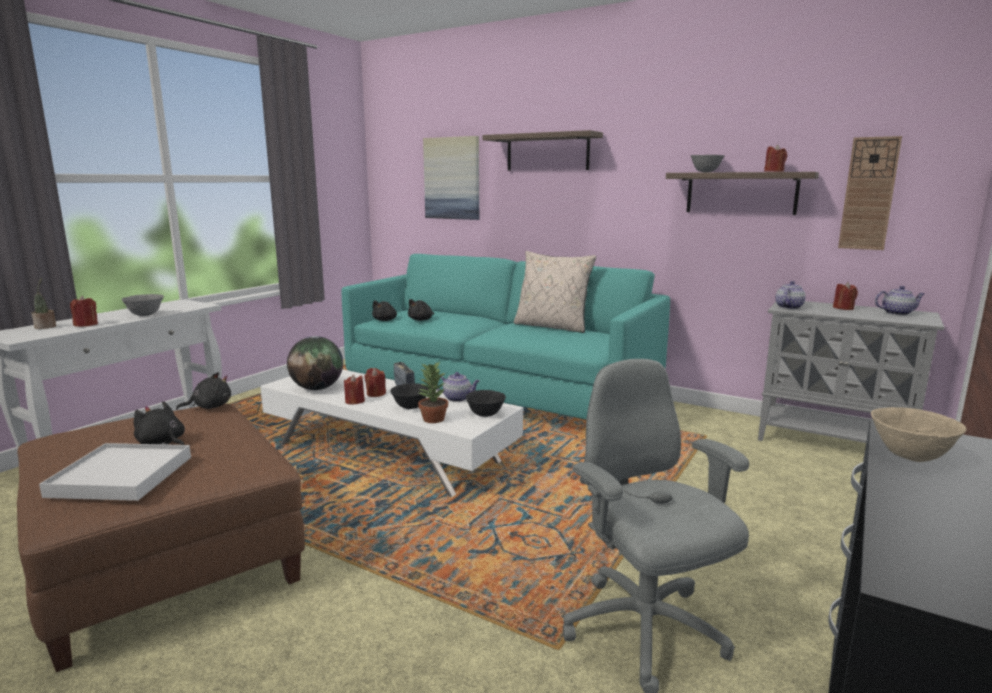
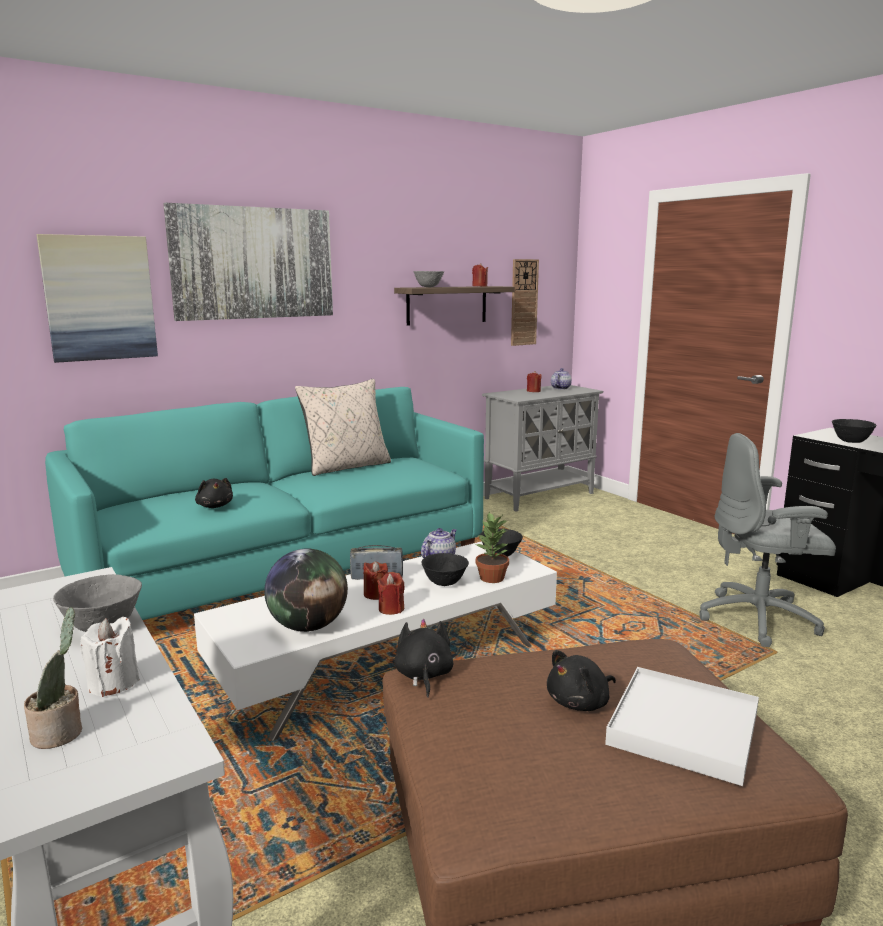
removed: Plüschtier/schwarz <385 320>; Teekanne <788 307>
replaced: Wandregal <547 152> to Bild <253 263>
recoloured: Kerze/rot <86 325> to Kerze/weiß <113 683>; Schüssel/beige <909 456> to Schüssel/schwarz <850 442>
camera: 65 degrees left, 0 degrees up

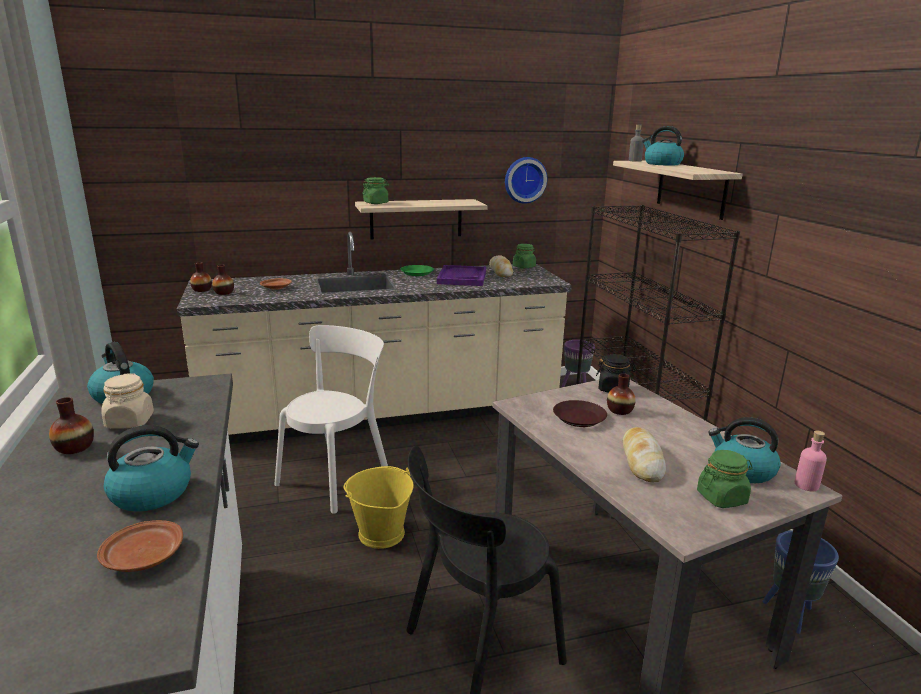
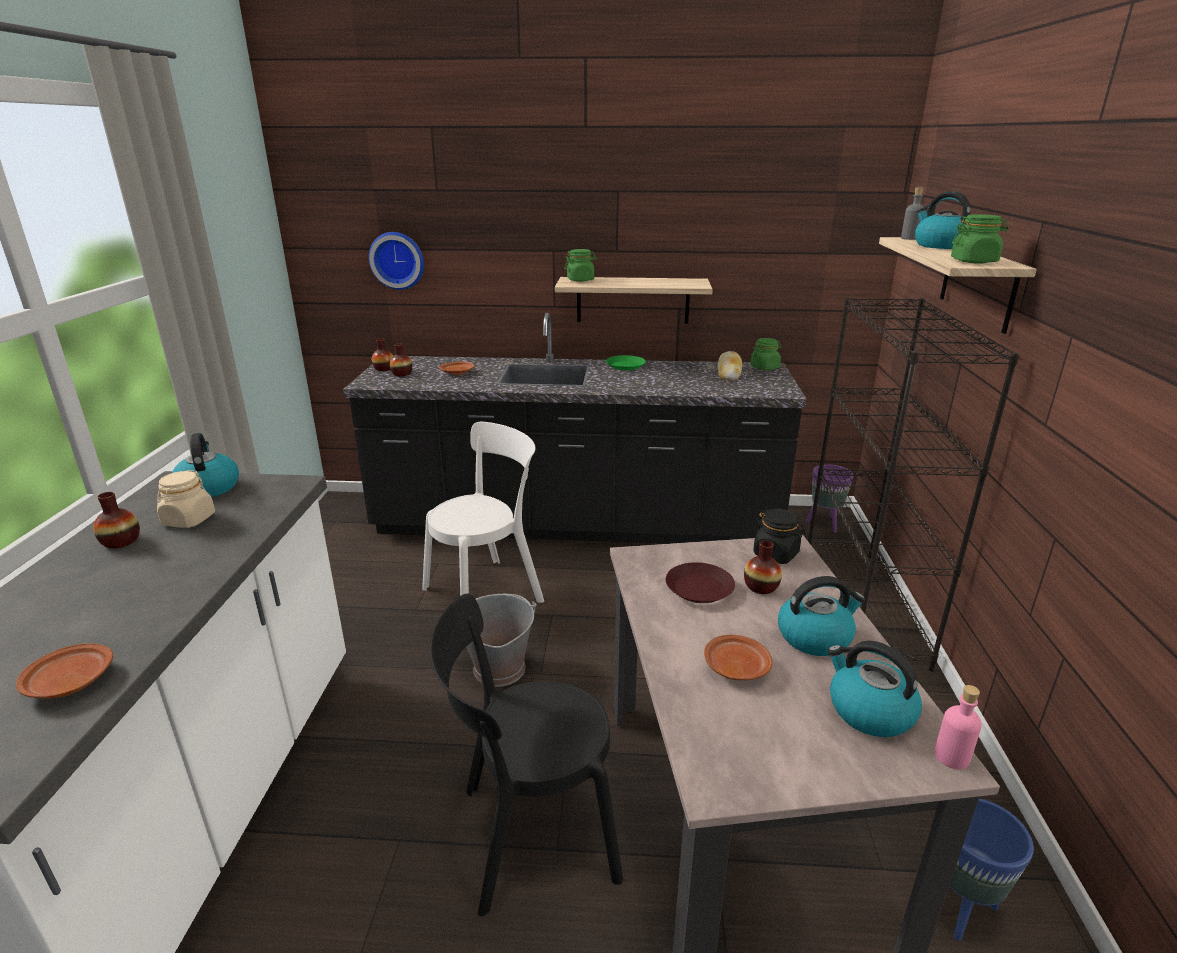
removed: Tablett/lila <462 277>
moved: Wasserkessel <153 493> to <815 636>; Wanduhr <524 180> to <398 260>; Vorratsglas/grün <722 498> to <974 261>
replaced: Brot <641 461> to Teller/braun <735 667>
recoloured: Küchenzeile/beige <385 414> to Küchenzeile/schwarz <576 525>; Eimer/gelb <380 534> to Eimer/grau <498 668>
camera: 20 degrees right, 5 degrees up

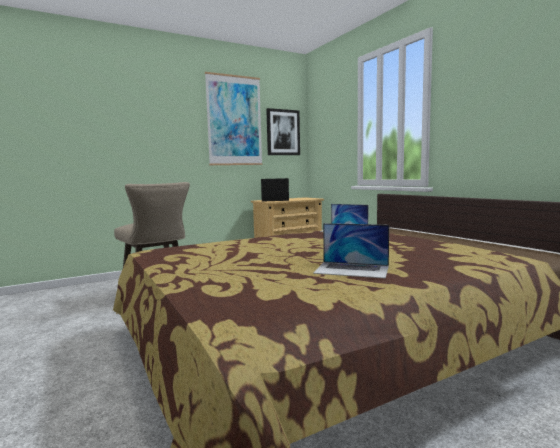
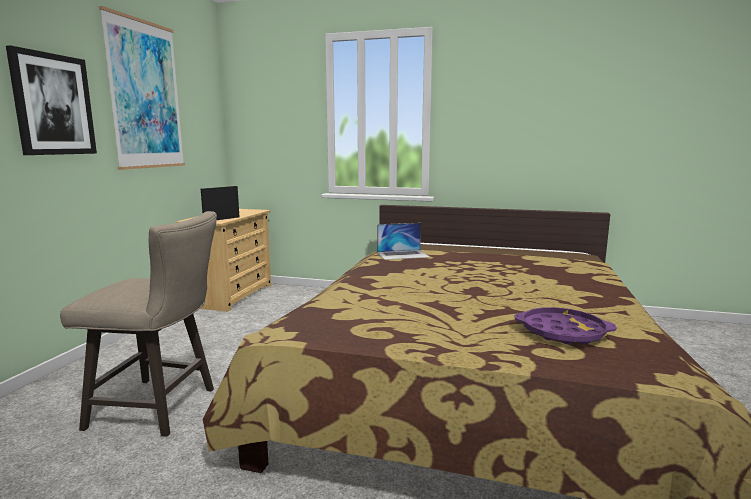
removed: Laptop <352 269>
added: Tablett/lila <562 332>
moved: Bild <283 132> to <53 105>
camera: 45 degrees left, 5 degrees up

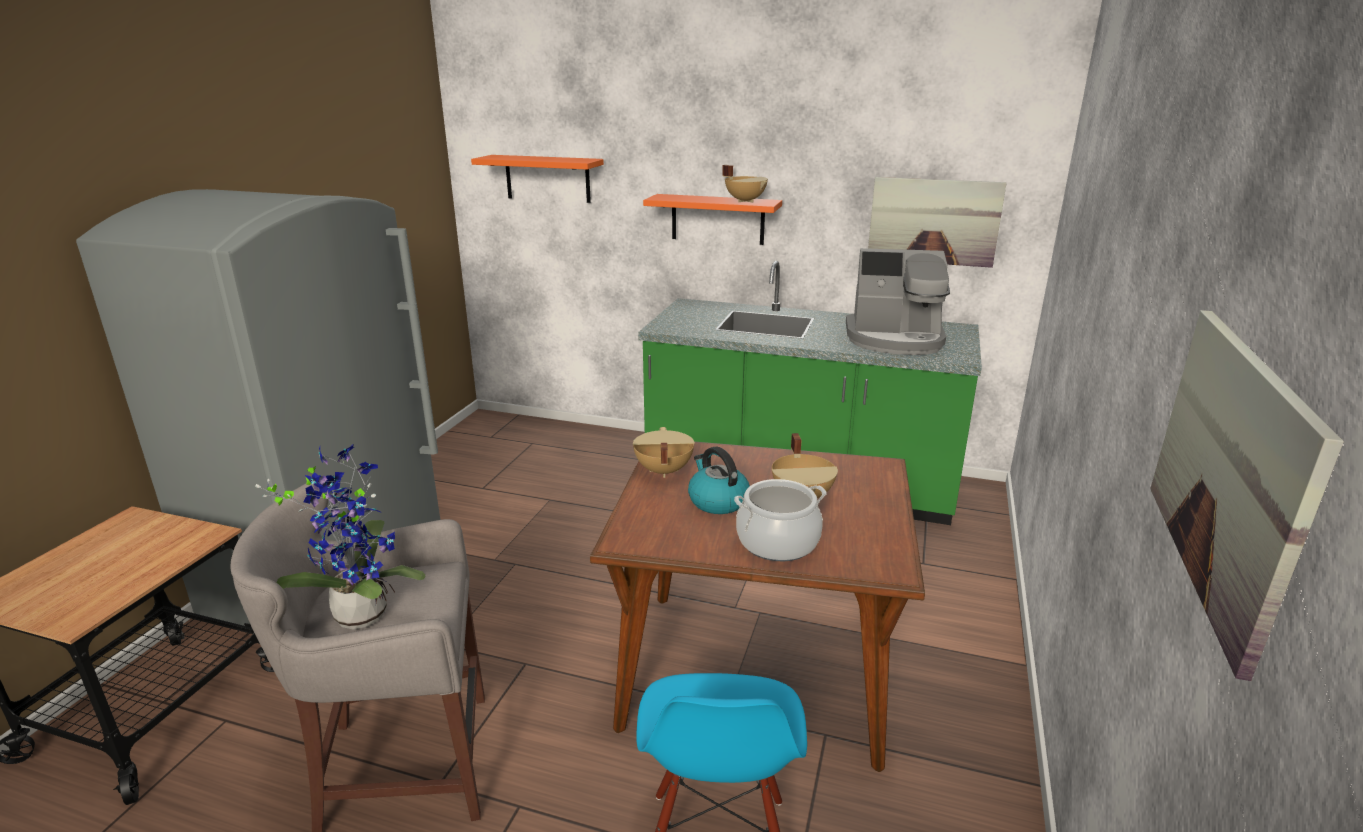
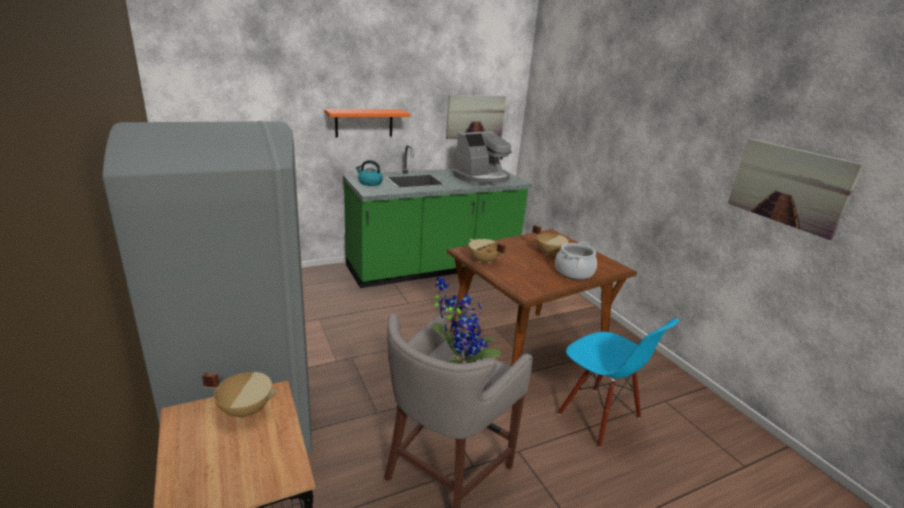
removed: Wandregal/orange <547 178>
moved: Wasserkessel <717 501> to <369 183>; Kochtopf/beige <745 201> to <246 409>
camera: 45 degrees left, 0 degrees up

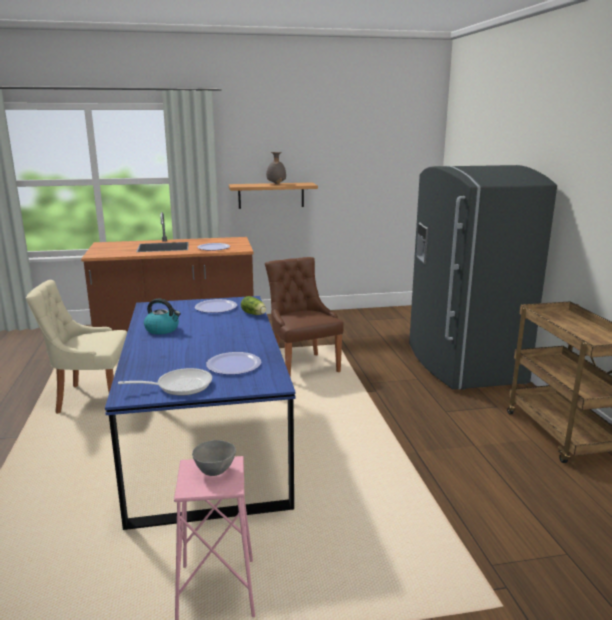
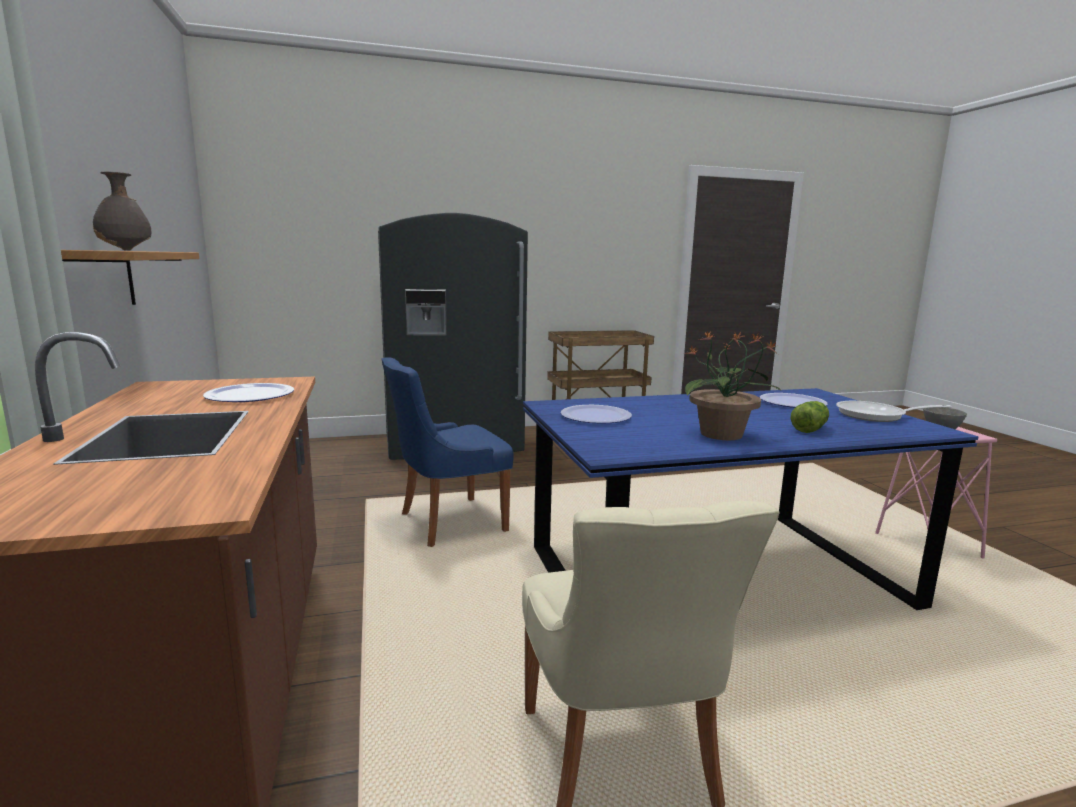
moved: Salatkopf <254 314> to <810 428>
replaced: Wasserkessel <162 329> to Topfpflanze <722 434>
recoloured: Stuhl/braun <302 366> to Stuhl/blau <448 523>
turned: Pfanne <179 386> = <876 416> 60 degrees counterclockwise
camera: 95 degrees left, 5 degrees down

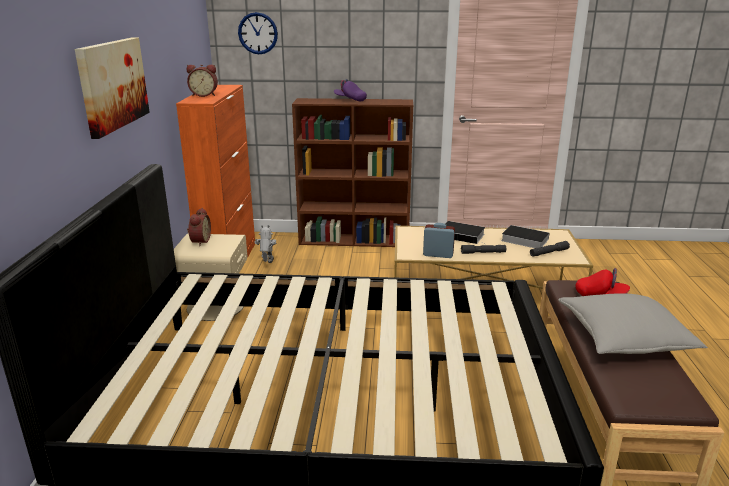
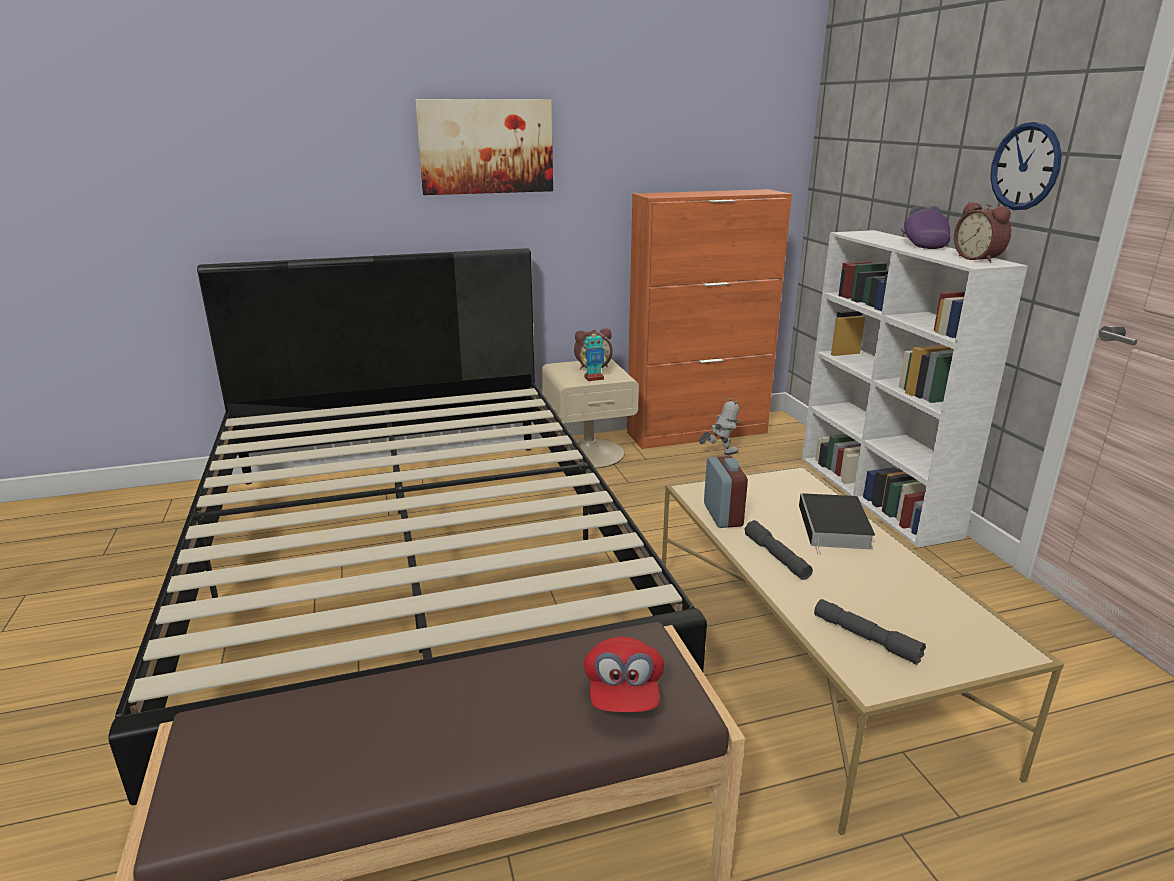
removed: Buch <523 240>; Kissen/grau <624 339>
added: Spielzeugroboter <594 378>
moved: Wecker <204 95> to <979 259>; Wanduhr <258 33> to <1025 166>
recoloured: Bücherregal/braun <355 240> to Bücherregal/weiß <876 495>
camera: 70 degrees right, 0 degrees up

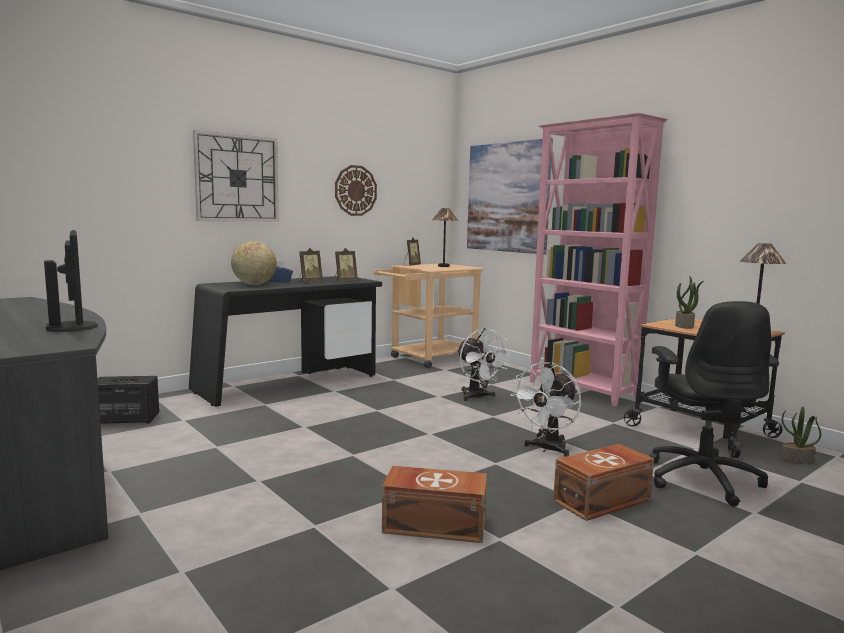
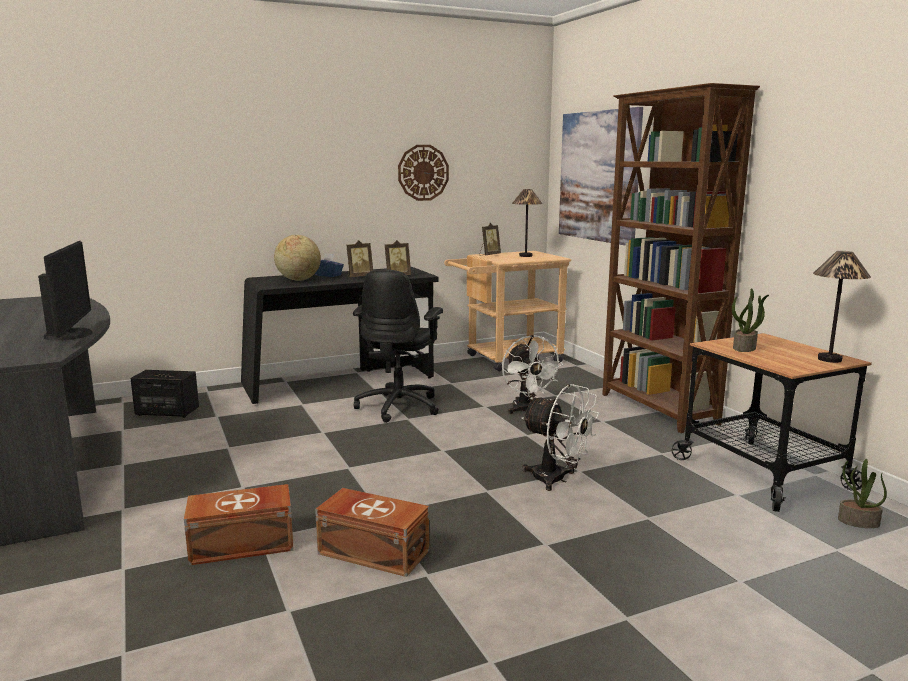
removed: Wanduhr <237 178>
moved: Aufbewahrungsbox/braun <604 501> to <244 545>; Bürostuhl/schwarz <702 479> to <399 406>
recoloured: Bücherregal/rosa <582 390> to Bücherregal/braun <658 409>
turned: Ventilator/weiß <547 449> = <557 480> 105 degrees counterclockwise
camera: 15 degrees right, 5 degrees up

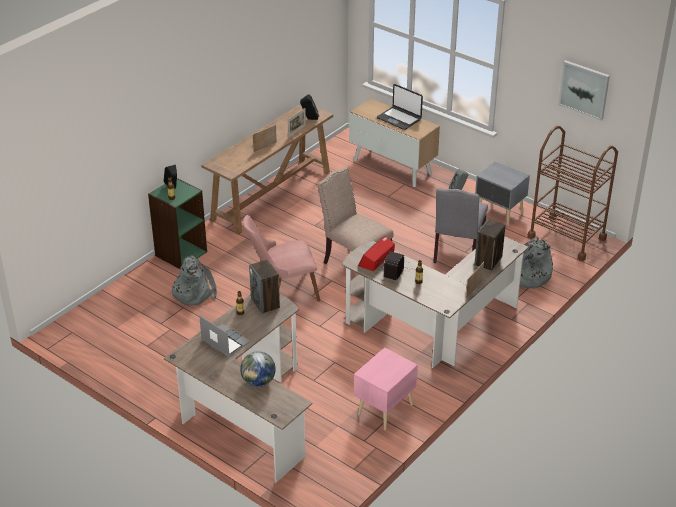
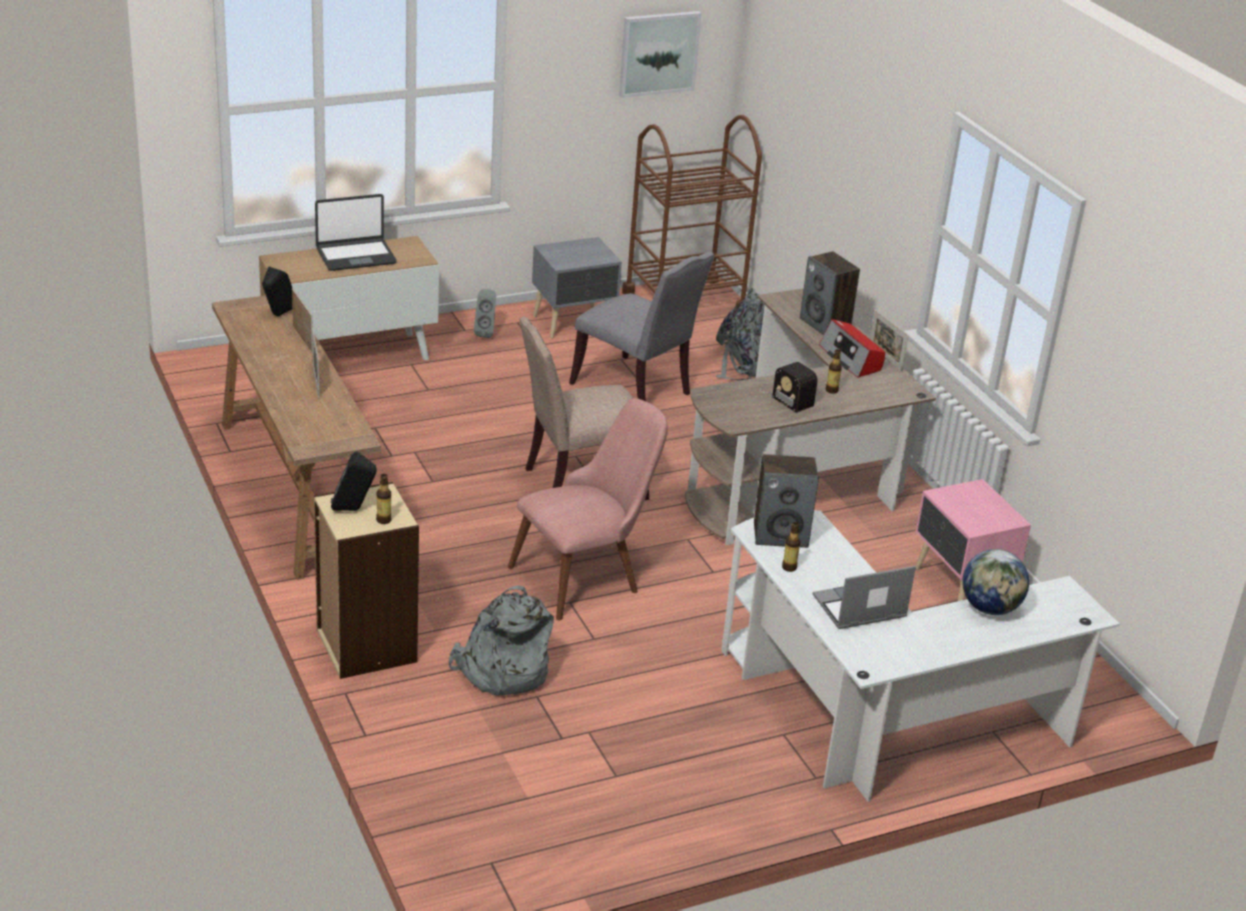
moved: Radio <376 259> to <851 359>
recoloured: Bücherregal/grün <180 253> to Bücherregal/beige <365 646>; Schreibtisch/braun <245 410> to Schreibtisch/weiß <877 719>
turned: Stuhl/rosa <282 291> = <587 575> 135 degrees counterclockwise
camera: 65 degrees left, 5 degrees down

